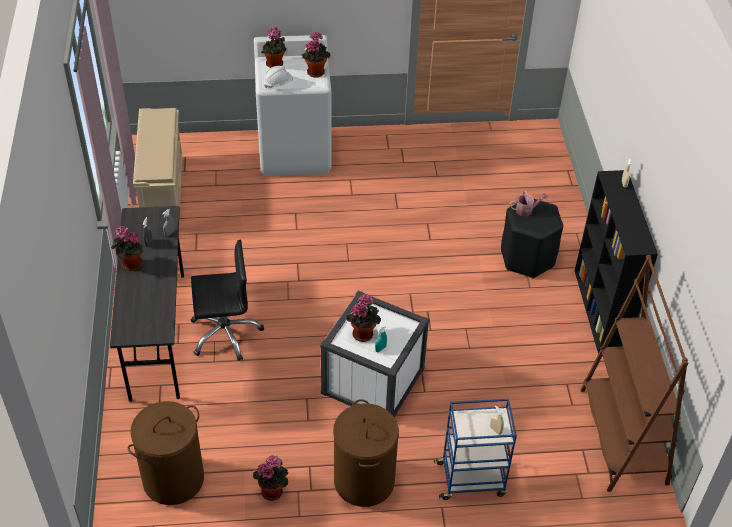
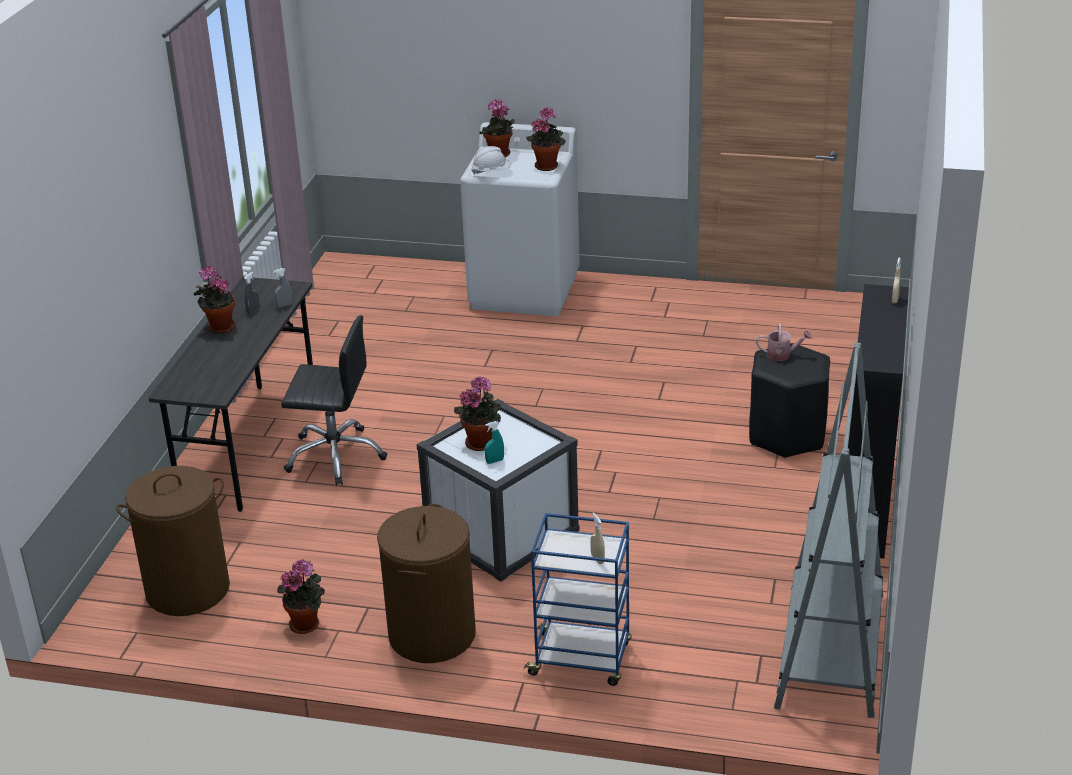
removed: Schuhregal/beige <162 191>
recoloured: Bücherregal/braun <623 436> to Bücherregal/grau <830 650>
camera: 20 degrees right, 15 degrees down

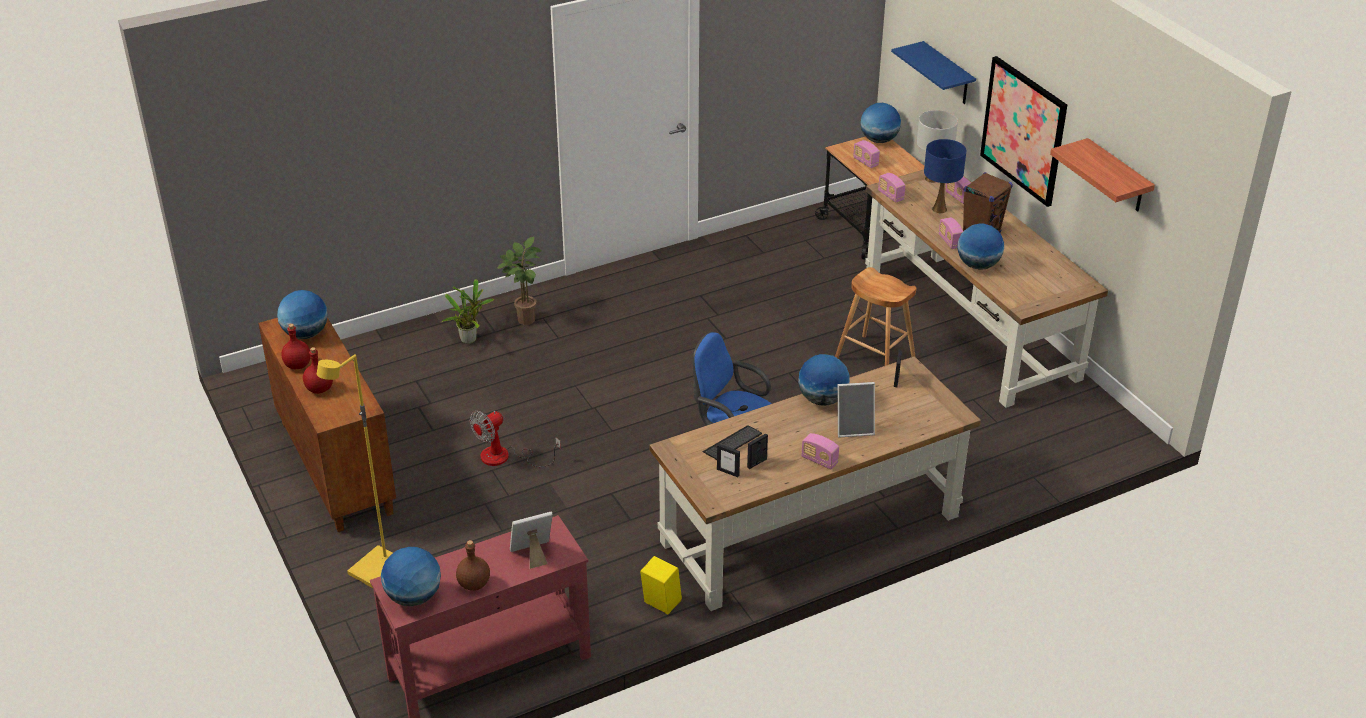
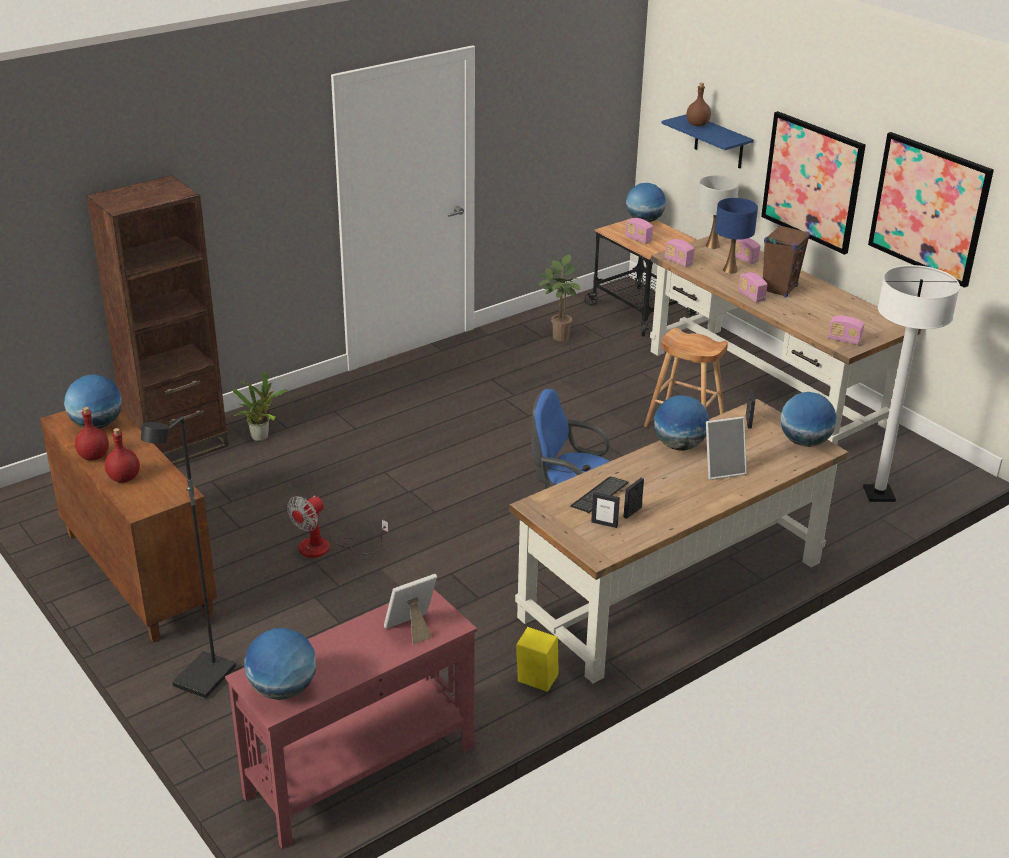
added: Bücherregal/braun <177 447>; Stehlampe/weiß <879 494>
moved: Flasche/braun <474 584> to <698 125>; Topfpflanze <524 318> to <558 336>; Radio <819 460> to <844 340>; Globus <978 265> to <804 442>
replaced: Wandregal <1117 177> to Bild <929 208>
recoloured: Stehlampe/gelb <376 570> to Stehlampe/schwarz <205 678>
camera: 10 degrees left, 5 degrees down

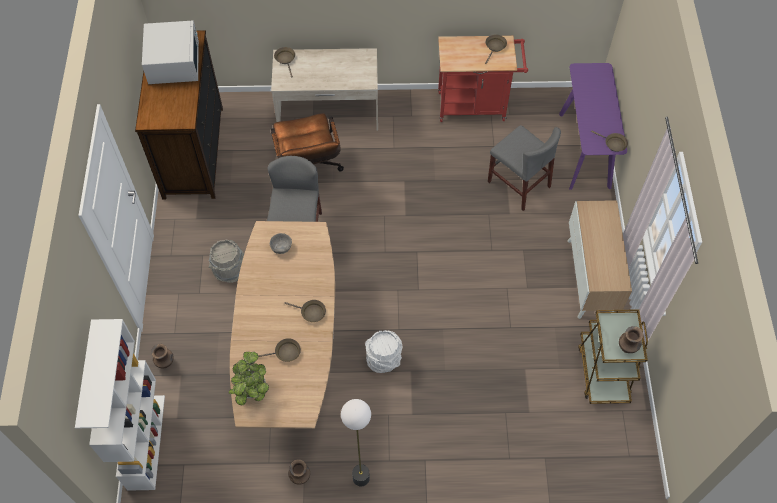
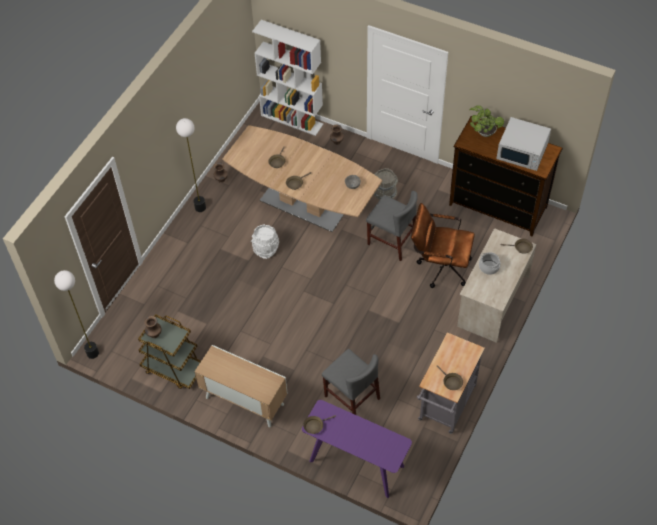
added: Stehlampe <93 353>; Kochtopf <489 267>
moved: Topfpflanze <251 390> to <484 132>
recoloured: Rollwagen/rot <476 105> to Rollwagen/grau <445 407>
turned: Stuhl/grau <518 184> = <352 397> 120 degrees counterclockwise
camera: 120 degrees right, 5 degrees down

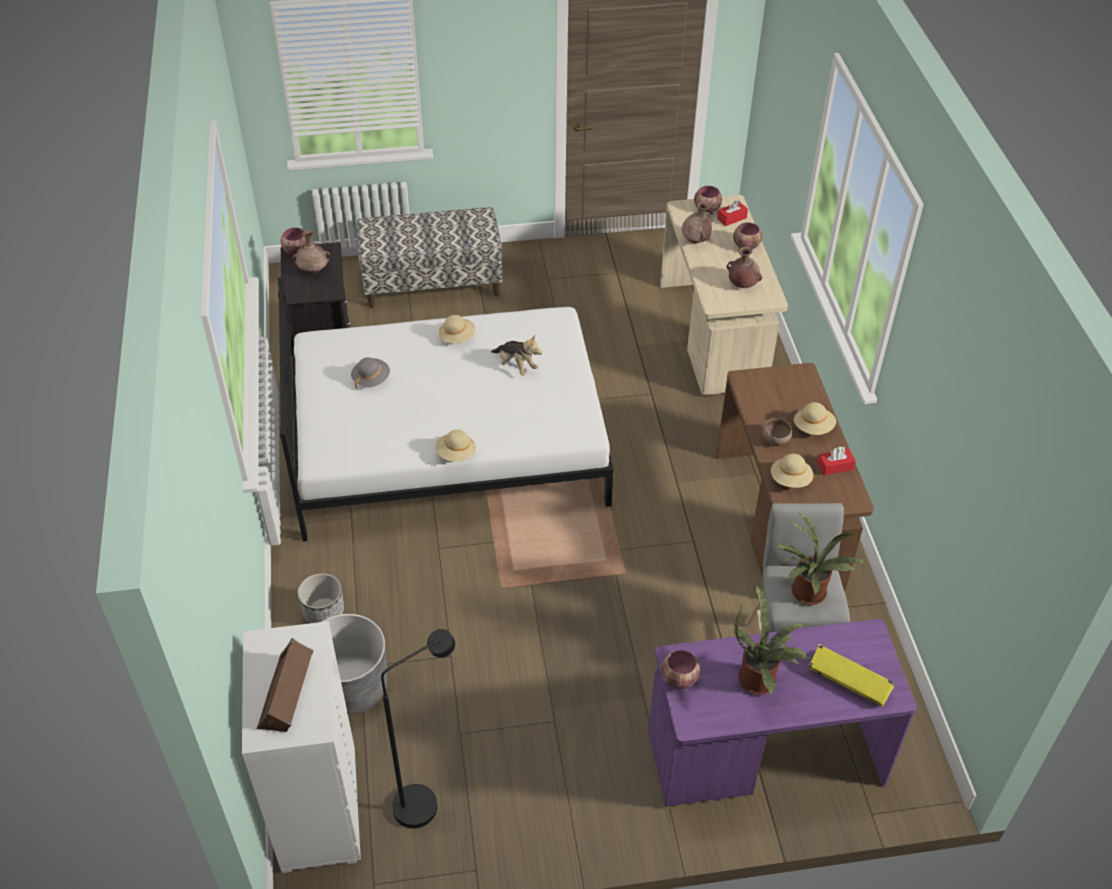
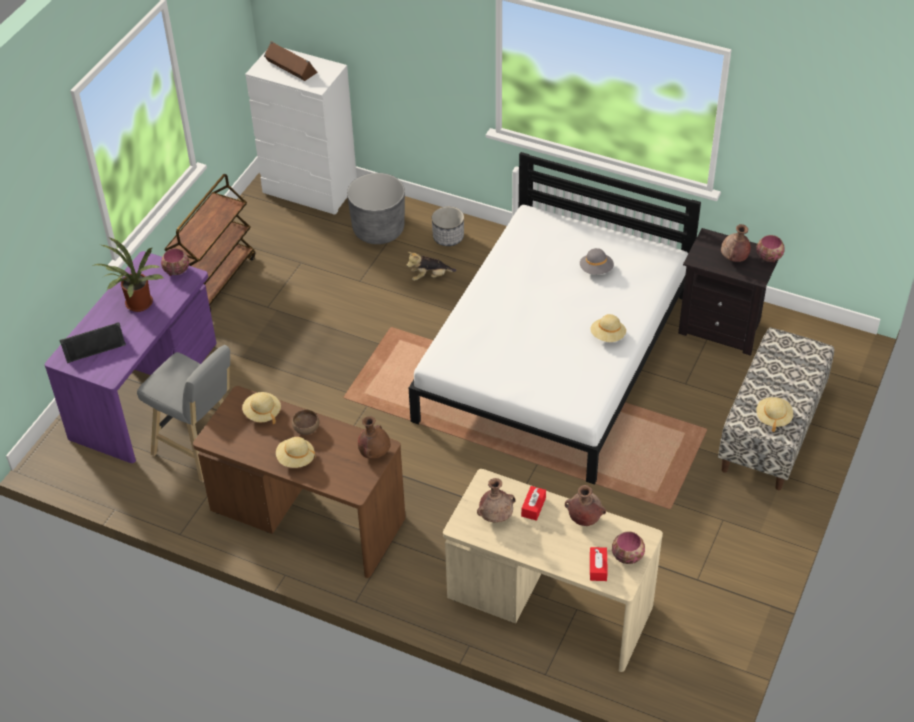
removed: Stehlampe/schwarz <425 799>; Schüssel <747 246>; Topfpflanze <806 595>
added: Rollwagen/braun <215 280>; Vase/braun <374 453>
moved: Hut/beige <456 454> to <773 418>; Plüschtier <516 366> to <430 277>; Taschentuchbox/rot <835 466> to <533 507>
recoloured: Lautsprecher/gelb <849 681> to Lautsprecher/schwarz <93 345>
camera: 125 degrees right, 0 degrees up

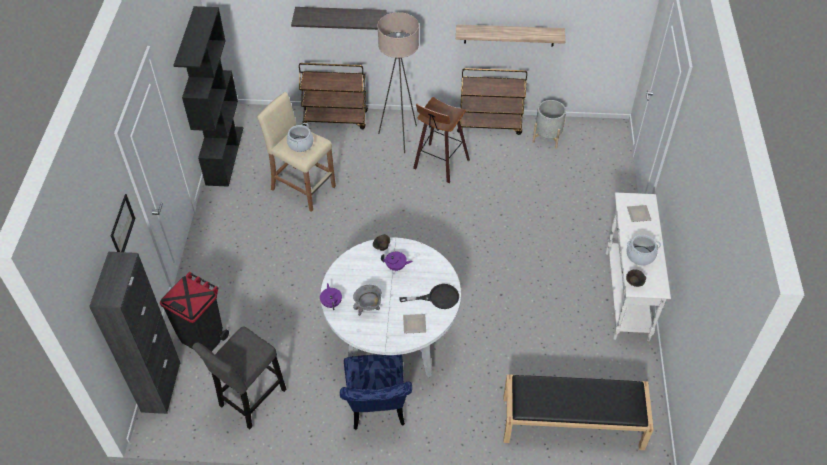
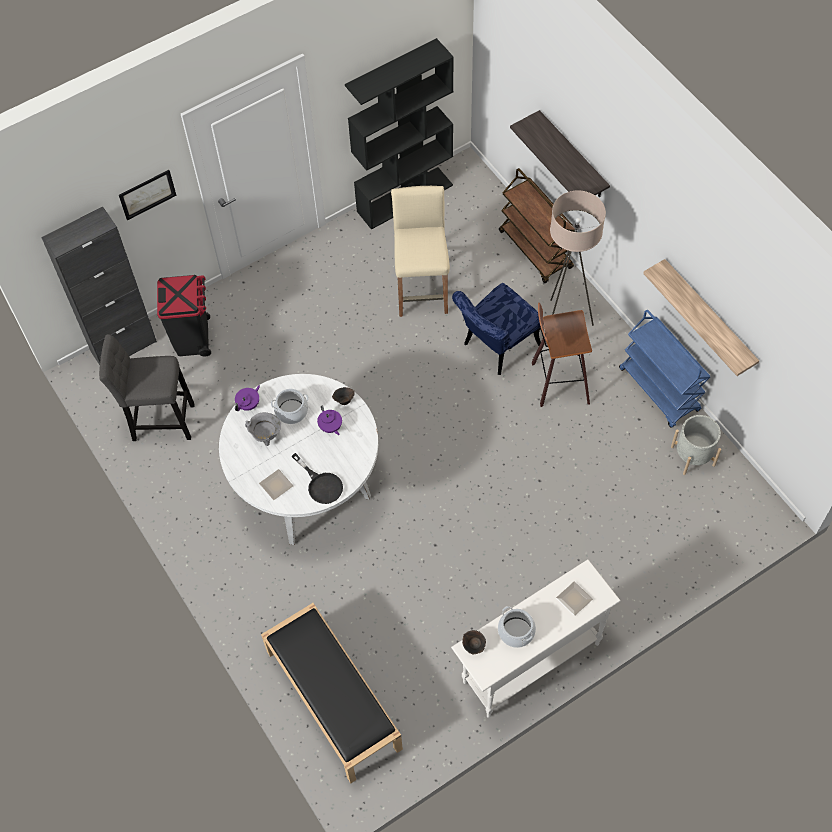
moved: Kochtopf <300 144> to <291 411>; Stuhl/blau <377 409> to <496 347>
recoloured: Rollwagen/braun <490 124> to Rollwagen/blau <660 390>
camera: 55 degrees right, 10 degrees up

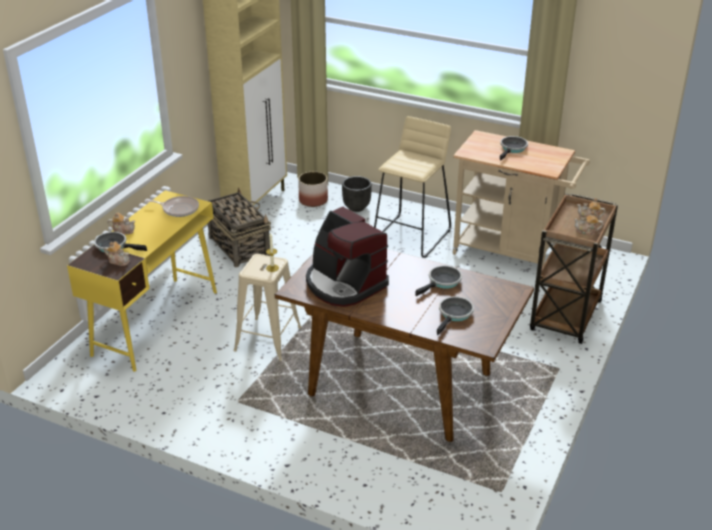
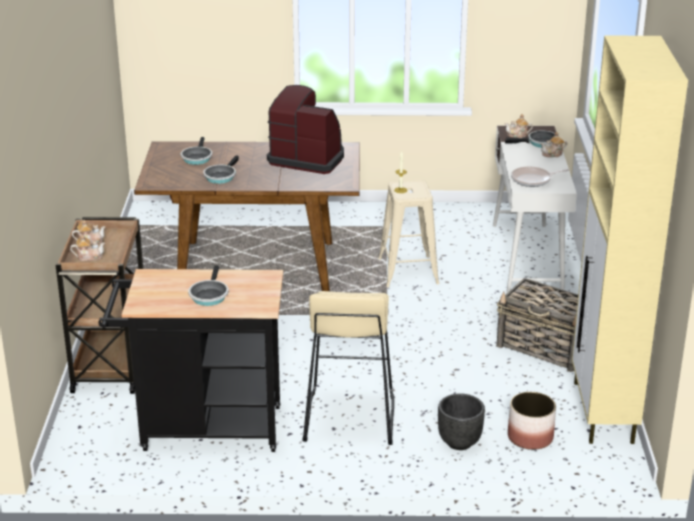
recoloured: Schreibtisch/gelb <156 322> to Schreibtisch/weiß <527 259>; Rollwagen/beige <511 253> to Rollwagen/schwarz <202 429>
camera: 155 degrees right, 5 degrees down

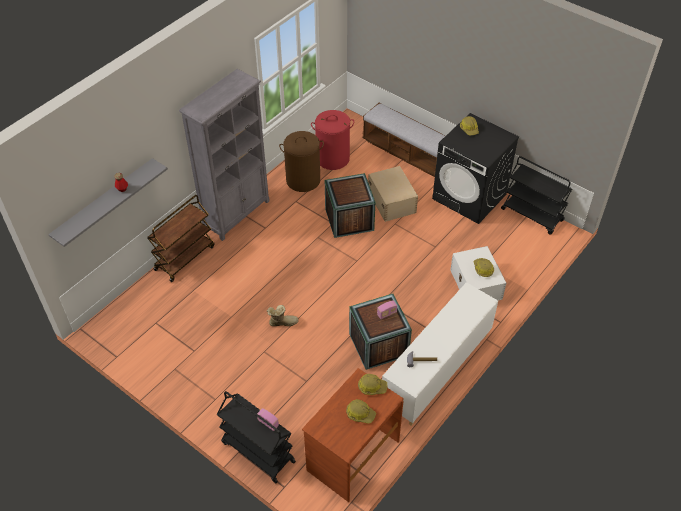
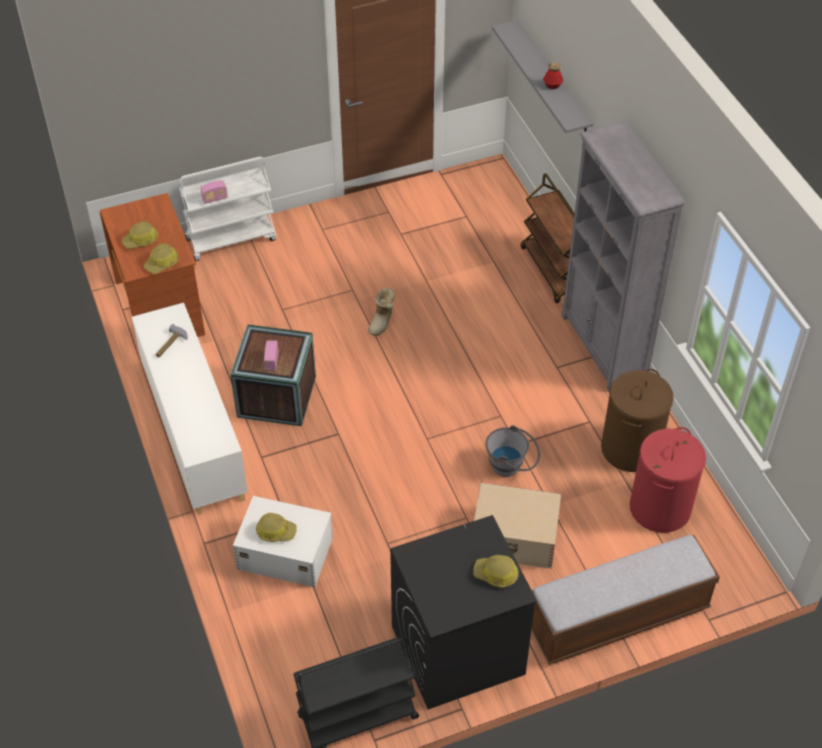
replaced: Kiste <349 219> to Eimer/grau <511 467>
recoloured: Rollwagen/schwarz <257 452> to Rollwagen/weiß <231 238>
camera: 120 degrees right, 0 degrees up

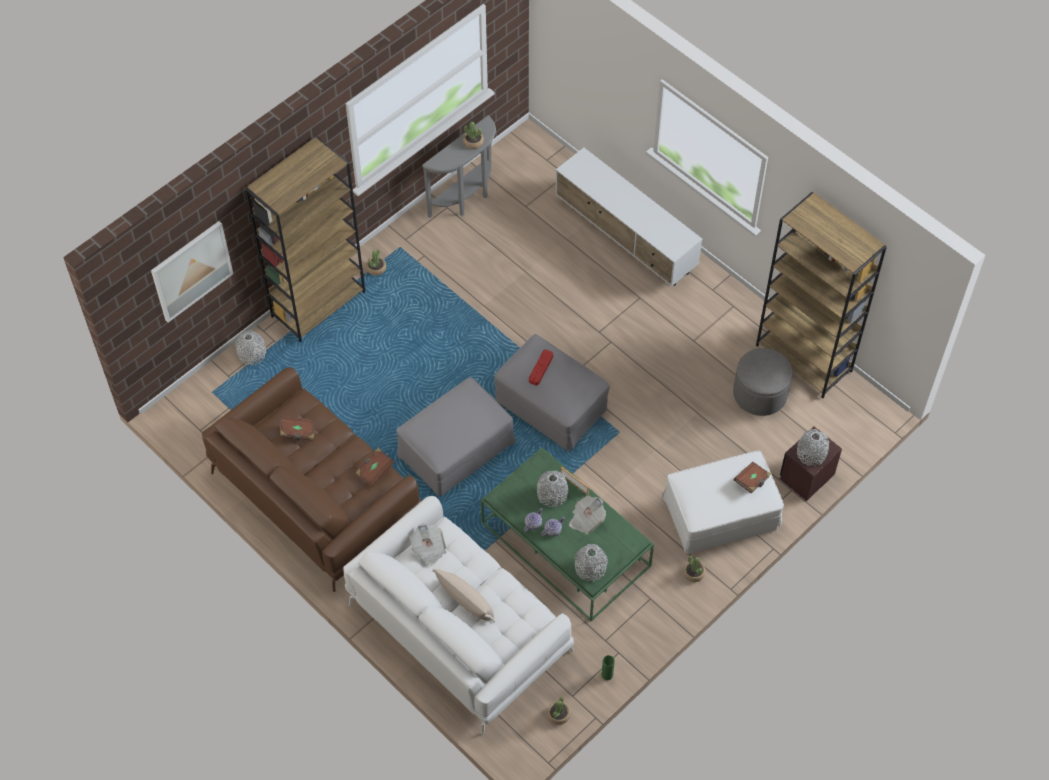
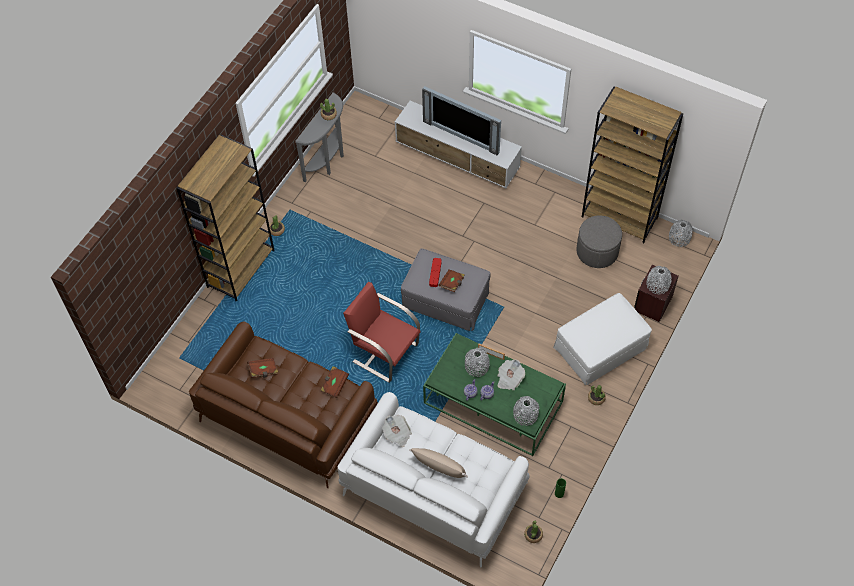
removed: Bild <191 270>
added: Fernseher <462 134>
moved: Vase/grau <252 354> to <679 238>; Buch/braun <752 481> to <452 283>
replaced: Polsterhocker/grau <455 449> to Sessel/rot <384 352>
camera: 15 degrees left, 0 degrees up

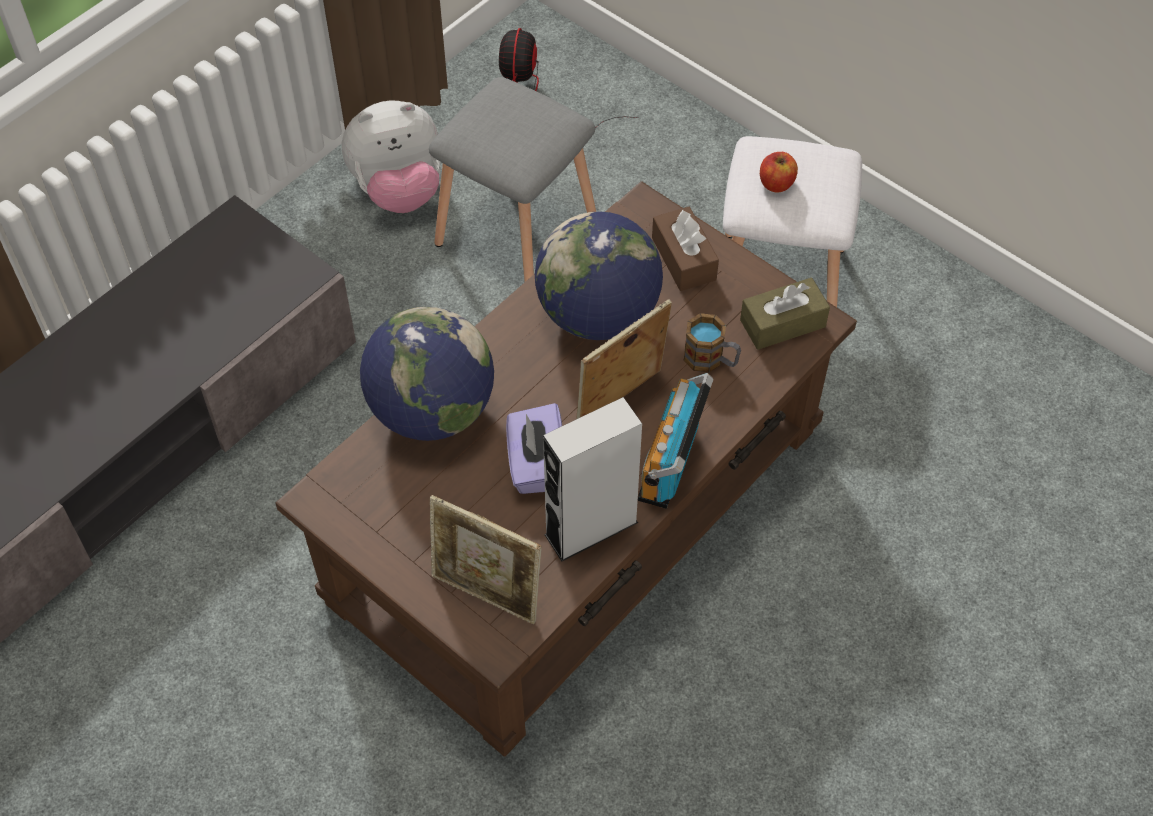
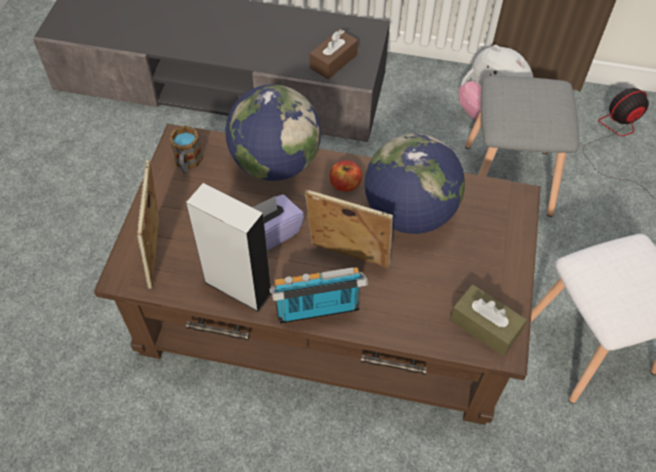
moved: Taschentuchbox/braun <683 259> to <333 61>; Henkelbecher <711 360> to <187 163>; Apfel <776 183> to <345 184>
camera: 60 degrees right, 0 degrees up

